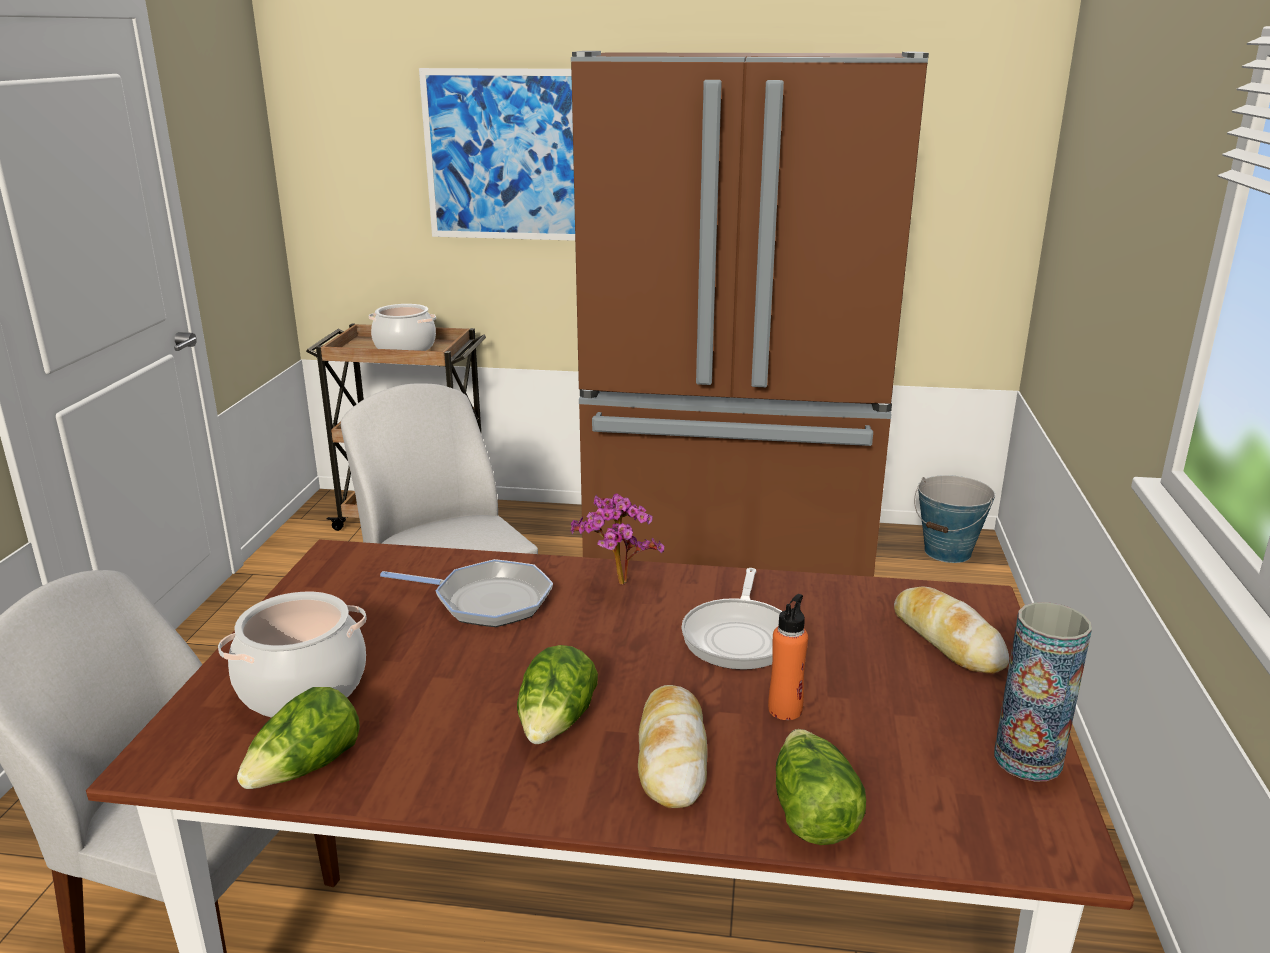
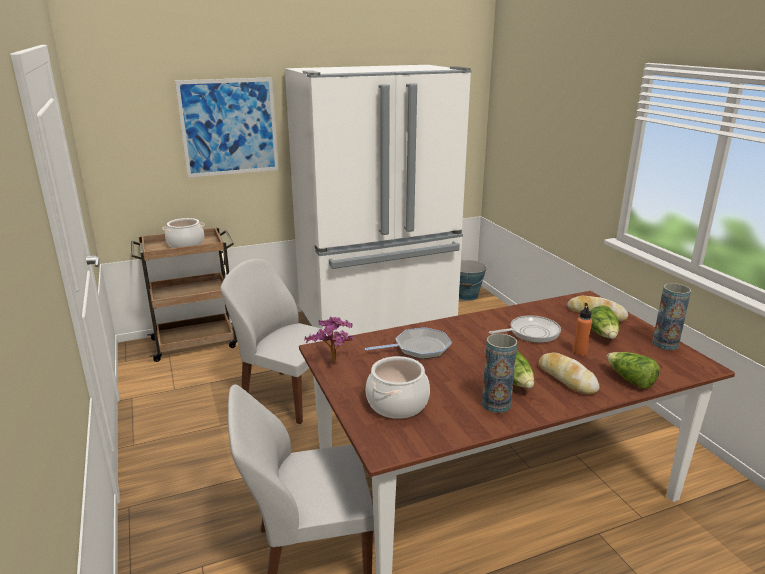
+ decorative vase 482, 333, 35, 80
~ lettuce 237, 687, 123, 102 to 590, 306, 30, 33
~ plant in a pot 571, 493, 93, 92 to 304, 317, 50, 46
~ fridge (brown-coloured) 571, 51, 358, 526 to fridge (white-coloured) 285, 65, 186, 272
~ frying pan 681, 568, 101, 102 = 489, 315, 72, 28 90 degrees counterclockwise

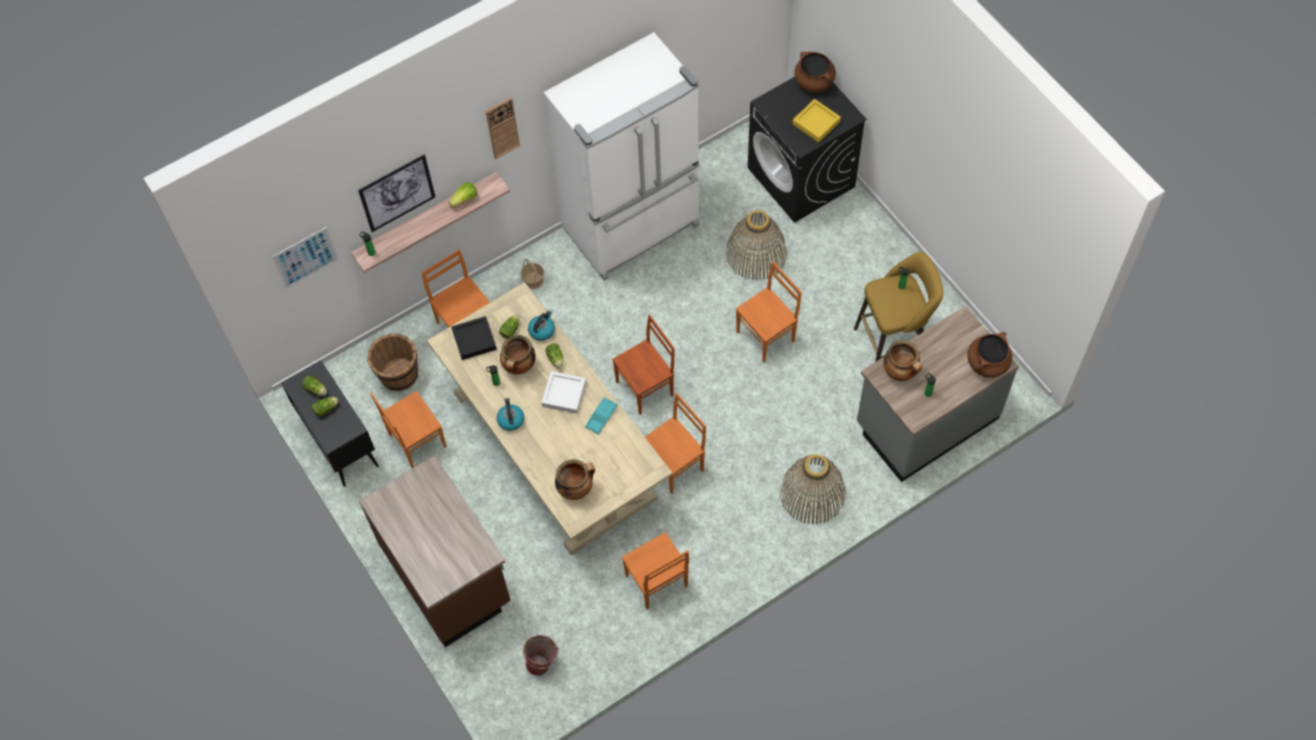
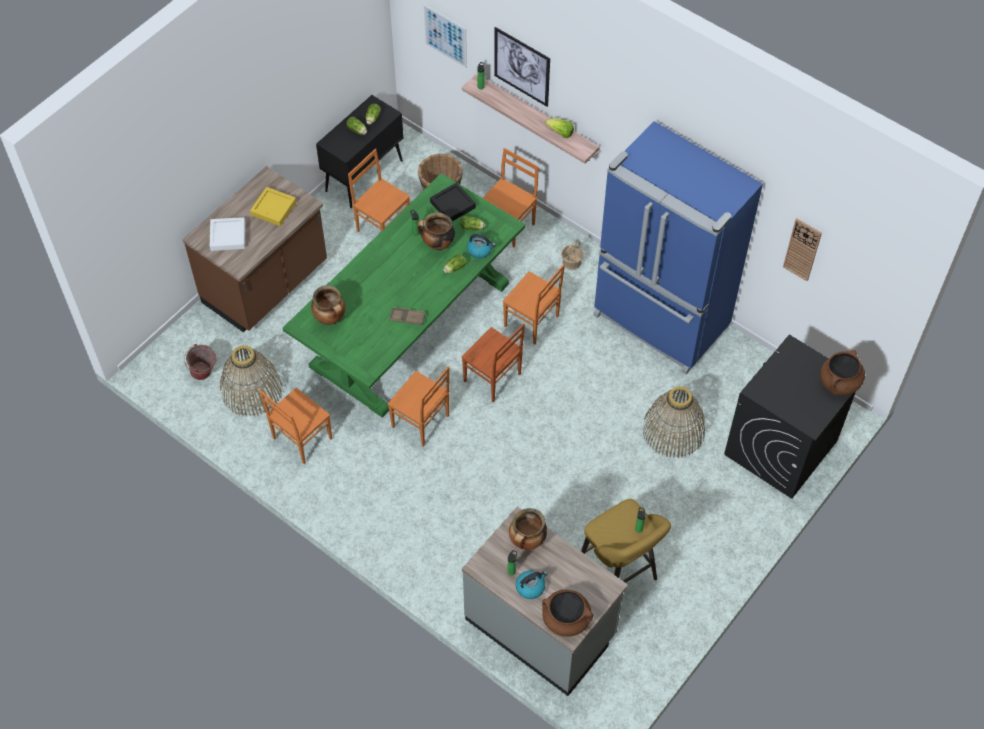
~ clock on the wall 486, 97, 34, 62 to 783, 219, 39, 62
~ water kettle 497, 398, 27, 33 to 516, 570, 32, 29
~ serving tray (white-coloured) 541, 371, 45, 43 to 210, 217, 36, 34
~ chair (orange-coloured) 736, 261, 66, 101 to 503, 264, 62, 81
~ storage basket 780, 454, 66, 71 to 220, 345, 63, 72
~ serving tray (yellow-coloured) 792, 99, 49, 44 to 250, 187, 46, 39
~ dining table (beige) 427, 282, 245, 274 to dining table (greenish) 283, 173, 242, 245
~ fridge (white-coloured) 544, 32, 155, 249 to fridge (blue-coloured) 593, 121, 170, 253
~ serving tray (blue-green) 585, 397, 32, 38 to serving tray (brown-coloured) 389, 307, 37, 18

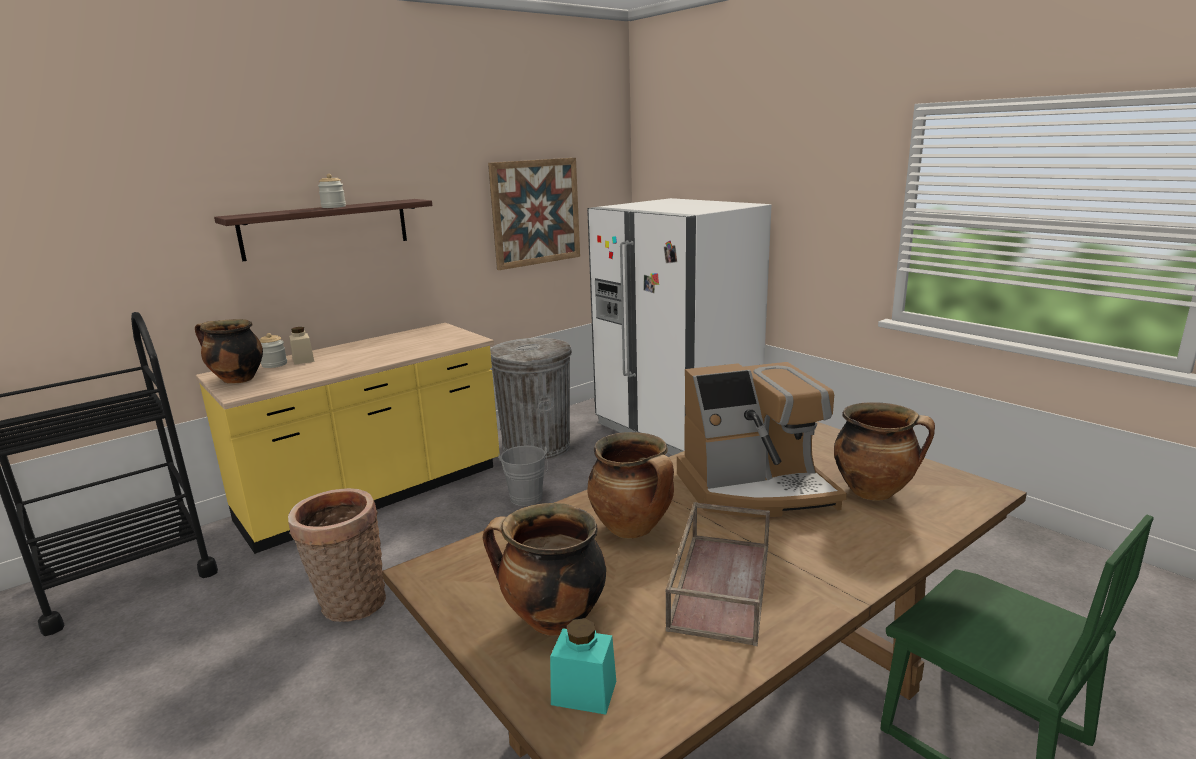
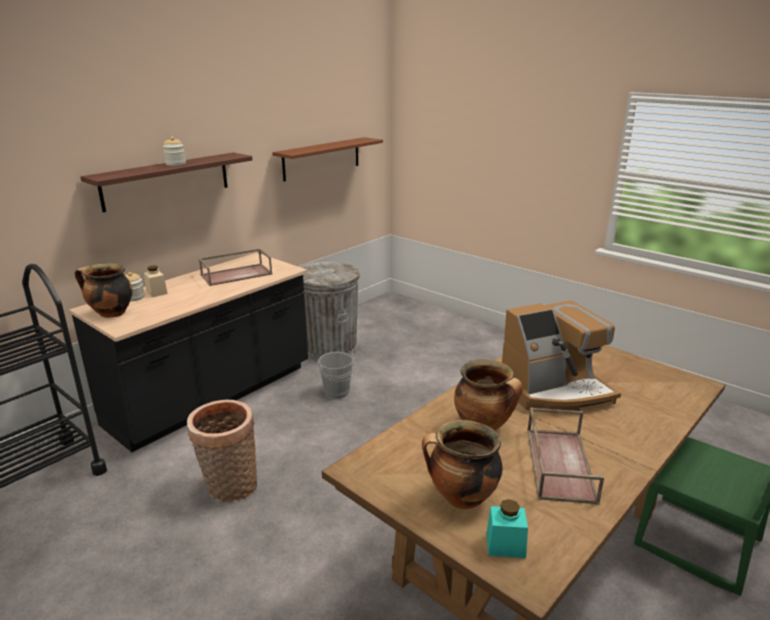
- fridge (white-coloured) 587, 198, 184, 257
- cooking pot 834, 402, 101, 99
+ serving tray (brown-coloured) 199, 249, 73, 37
~ wall art 488, 158, 92, 112 to shelf (brown-coloured) 272, 137, 111, 44
~ kitchen counter (yellow-coloured) 196, 323, 304, 231 to kitchen counter (black-coloured) 69, 253, 239, 199

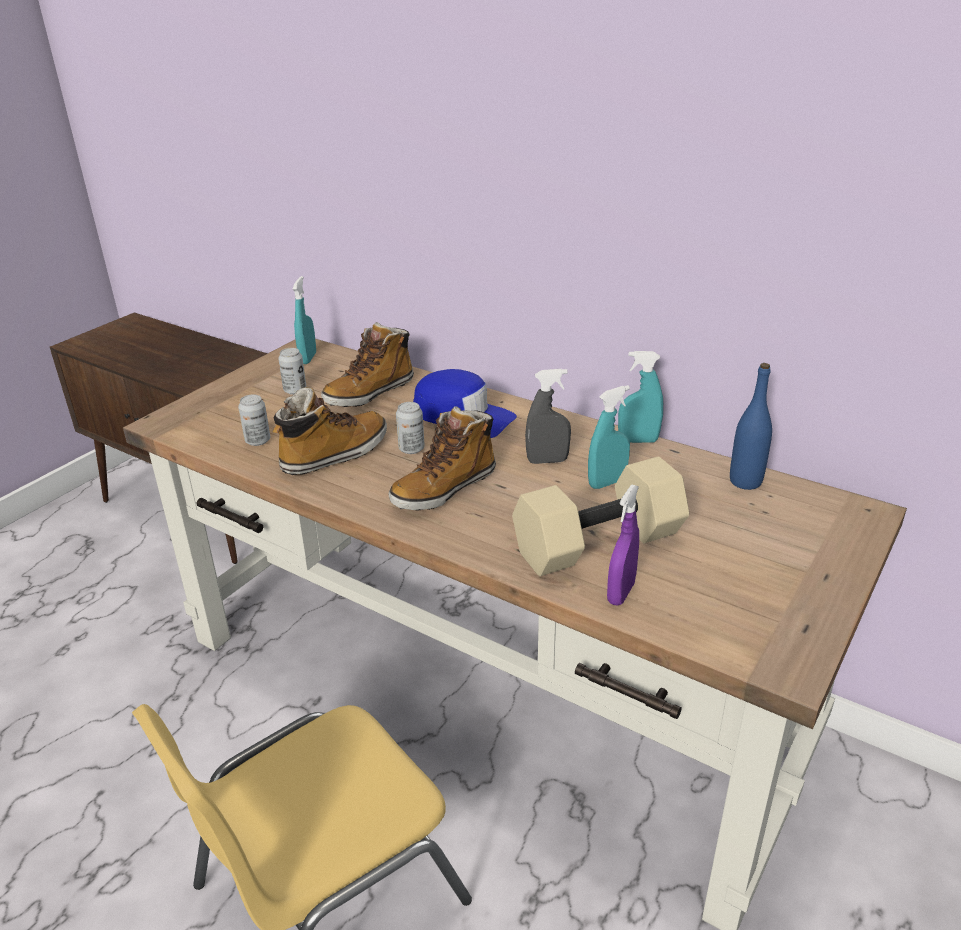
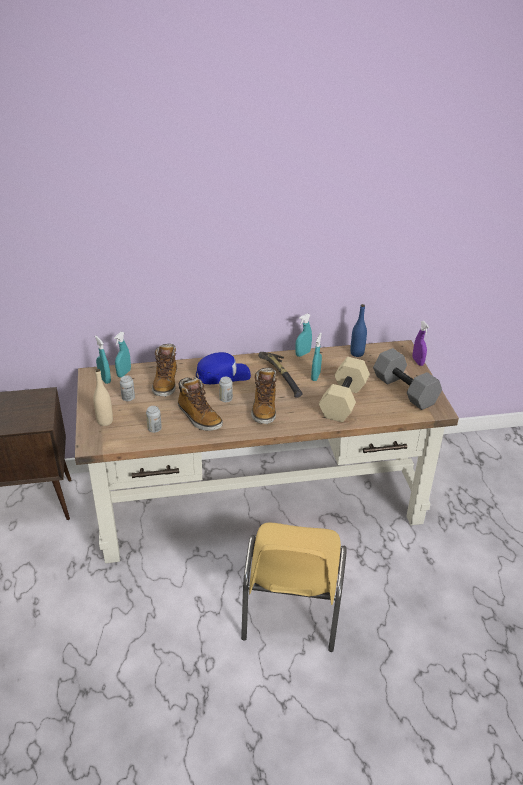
+ drink bottle (beige) 93, 369, 20, 57
+ spray bottle (blue-green) 114, 332, 17, 46
+ free weight (gray) 373, 348, 69, 62
~ spray bottle (purple) 607, 484, 32, 121 to 413, 321, 16, 45
~ spray bottle (gray) 525, 369, 46, 95 to tool hammer 258, 352, 45, 46
~ high-top boot 272, 387, 115, 88 = 178, 377, 45, 54 135 degrees clockwise

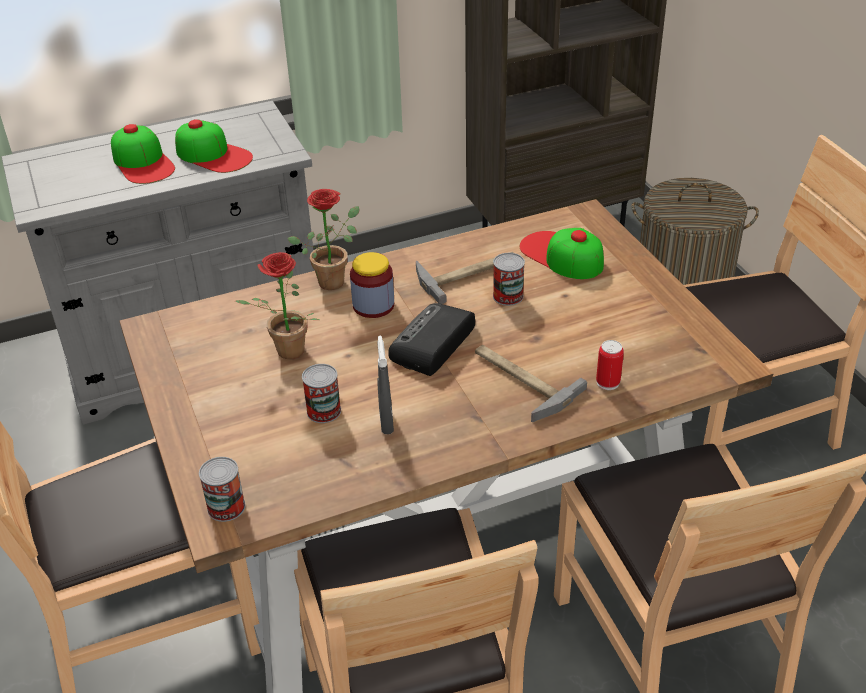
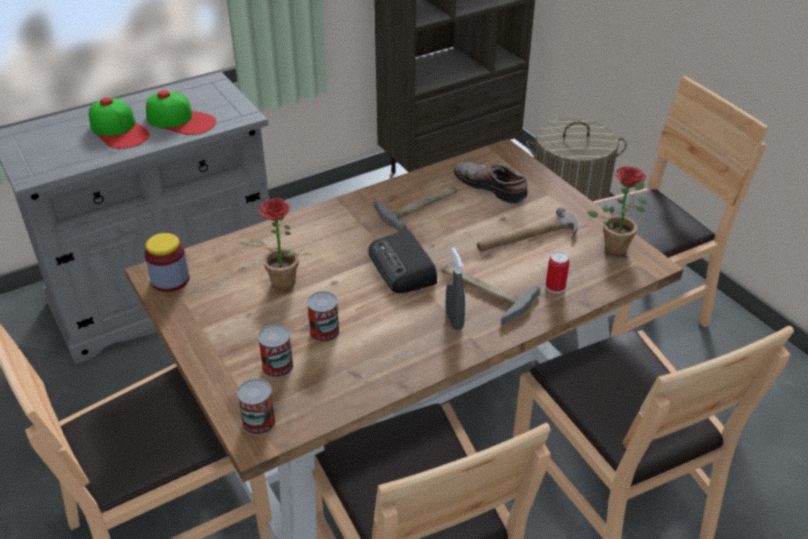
+ tool hammer 477, 207, 101, 44
~ plant in a pot 287, 189, 72, 101 to 587, 166, 60, 90
~ storage jar 350, 252, 44, 66 to 144, 233, 45, 59
~ spray bottle (gray) 377, 336, 17, 98 to 445, 248, 20, 82
~ sealed can 493, 253, 32, 53 to 258, 325, 36, 53
~ peaked cap 520, 228, 84, 51 to low shoe 454, 162, 74, 42
~ radio 388, 303, 87, 73 = 368, 230, 69, 63 45 degrees counterclockwise

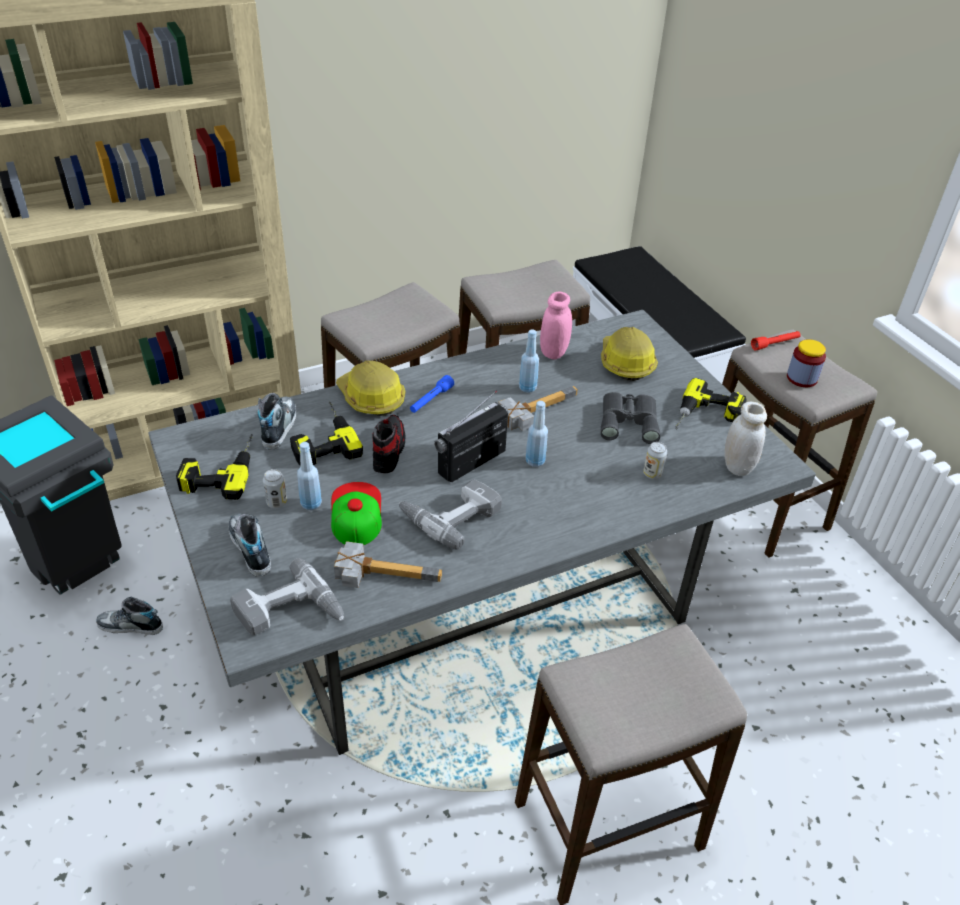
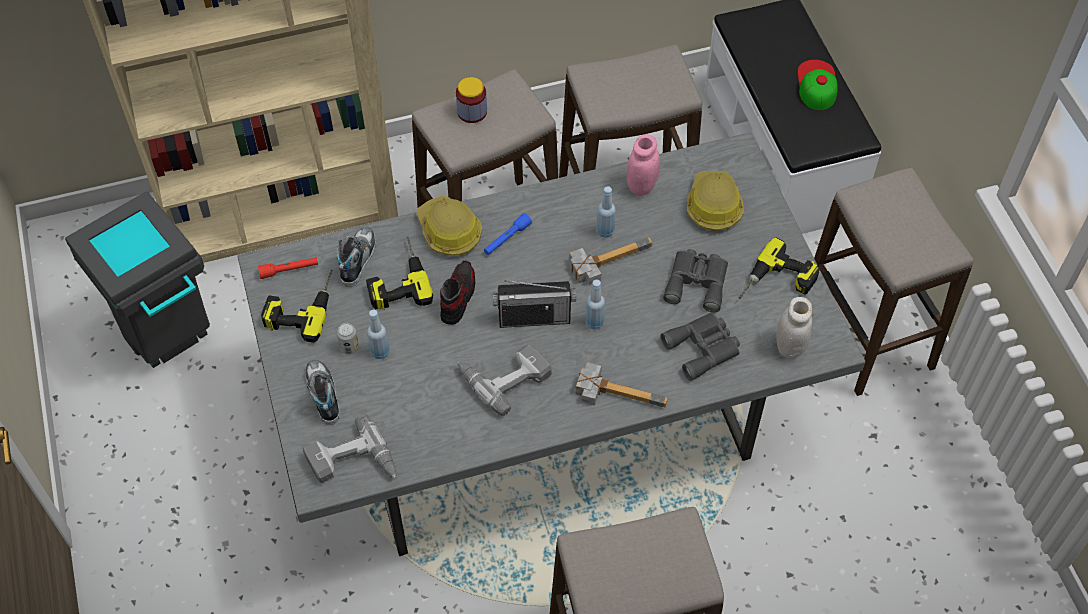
- low shoe 96, 597, 67, 38
~ peaked cap 331, 482, 51, 63 to 798, 60, 40, 50
~ tool hammer 334, 541, 108, 47 to 576, 362, 92, 45
~ flashlight (red-coloured) 751, 331, 50, 20 to 258, 257, 60, 22
~ storage jar 787, 339, 39, 48 to 456, 77, 31, 46
~ sealed can 643, 442, 25, 37 to field glasses (gray) 661, 313, 79, 68
~ radio 434, 391, 75, 91 = 493, 280, 83, 48 150 degrees counterclockwise

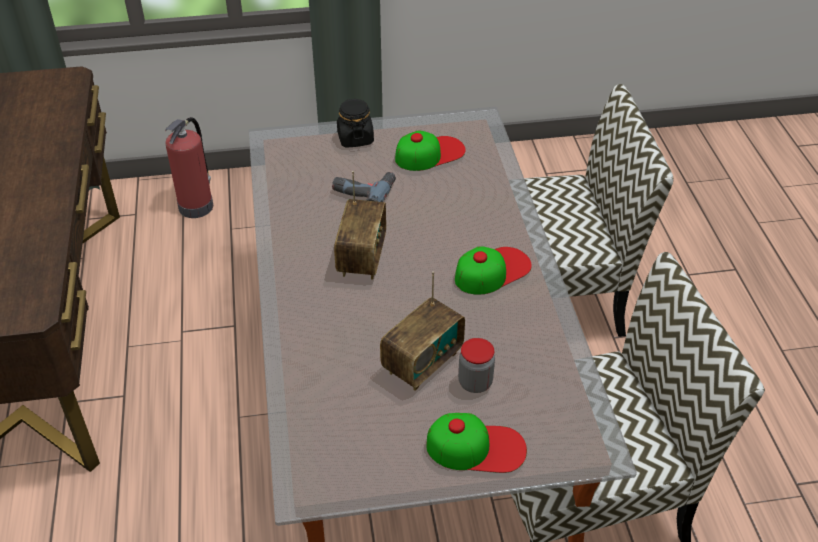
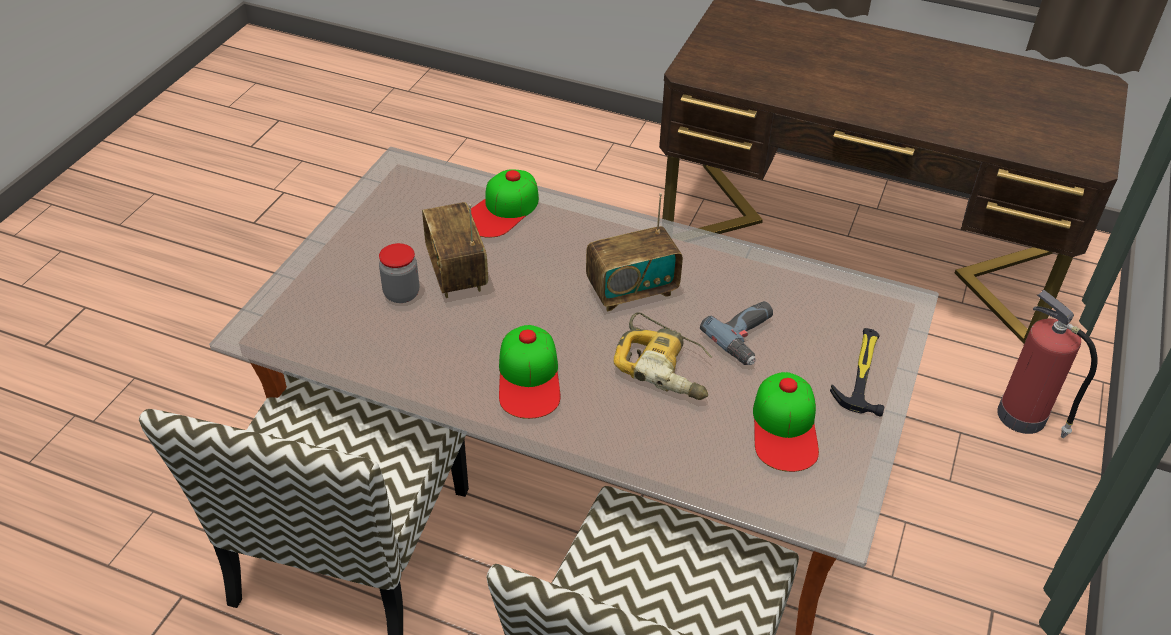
+ electric drill 614, 312, 98, 88
~ peaked cap 426, 413, 101, 60 to 471, 169, 68, 69
~ storage jar (black-coloured) 337, 98, 37, 50 to tool hammer 830, 328, 54, 88
~ radio 334, 171, 52, 109 = 586, 193, 97, 119 60 degrees counterclockwise

